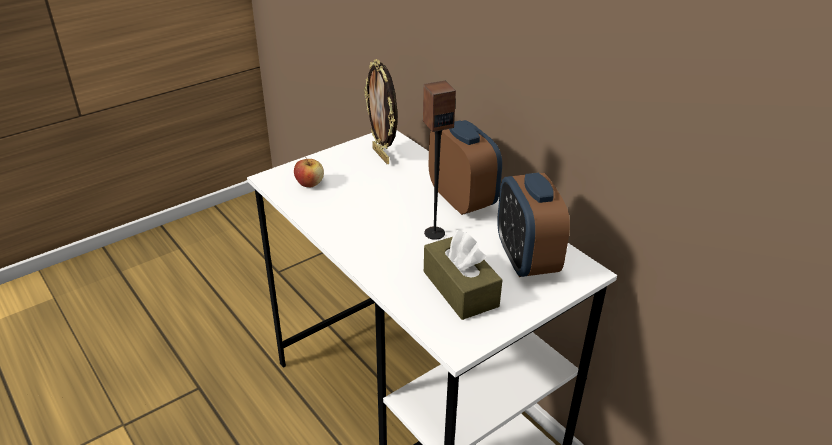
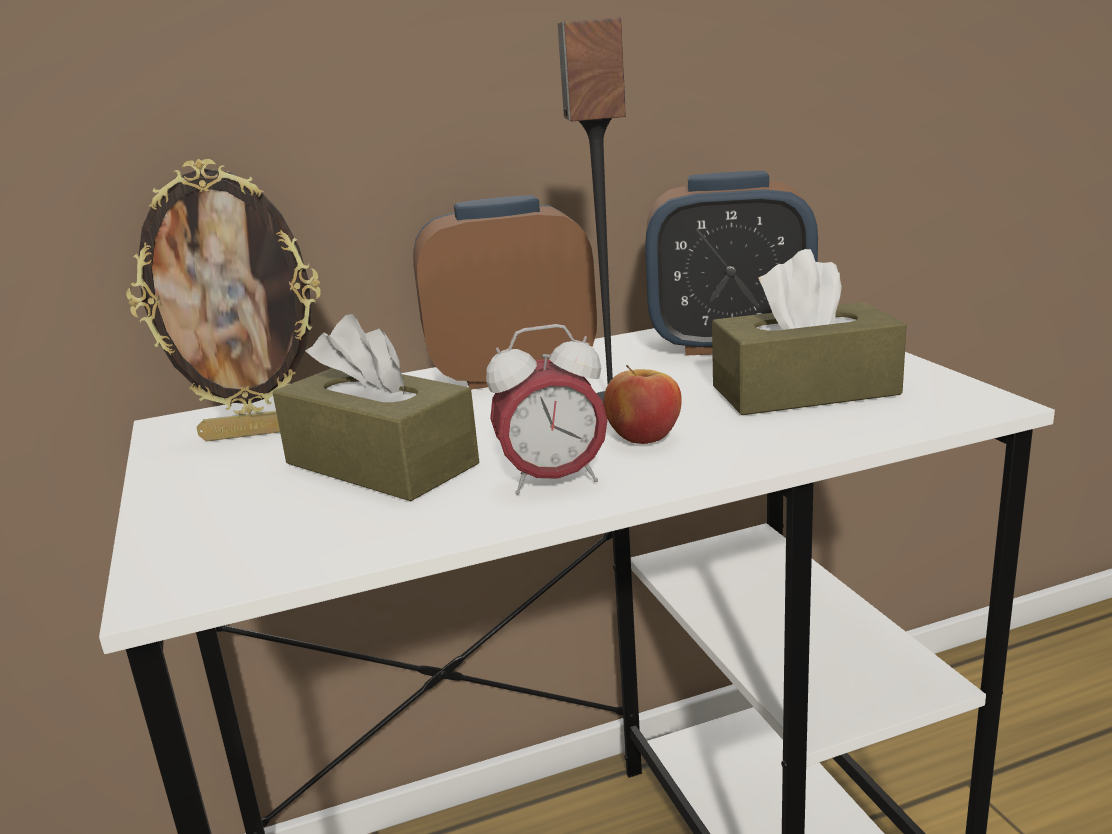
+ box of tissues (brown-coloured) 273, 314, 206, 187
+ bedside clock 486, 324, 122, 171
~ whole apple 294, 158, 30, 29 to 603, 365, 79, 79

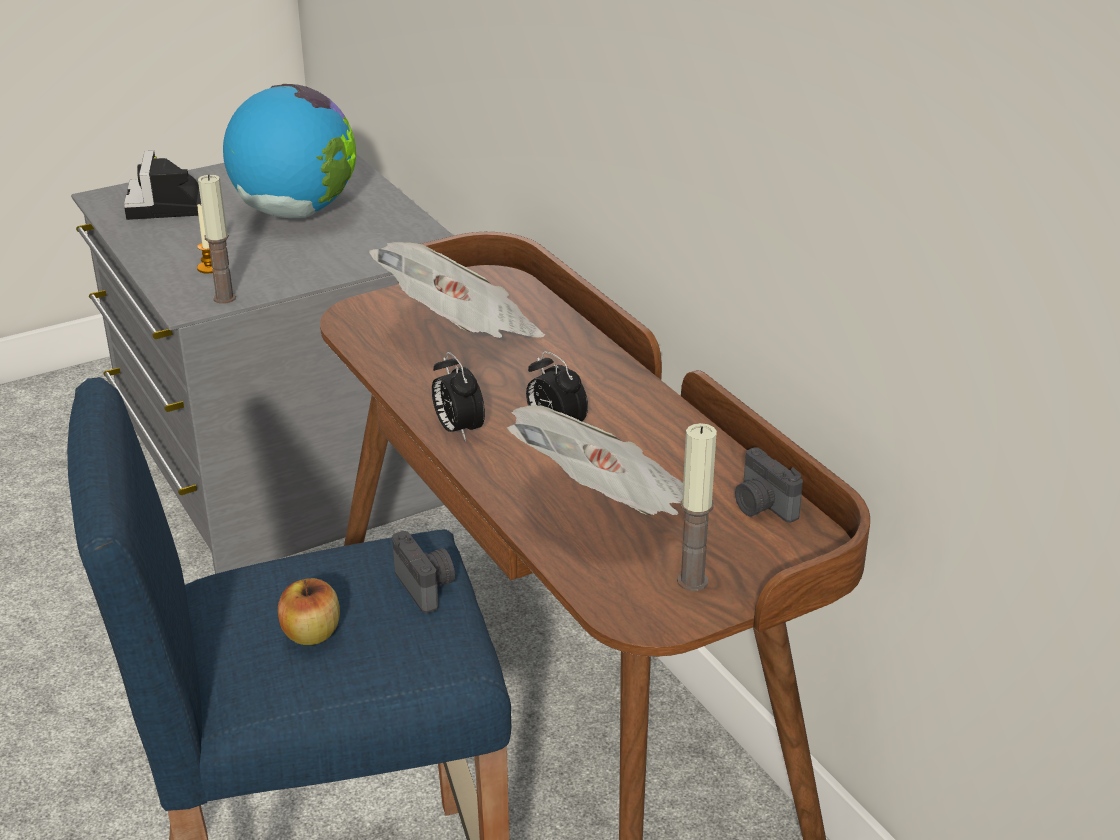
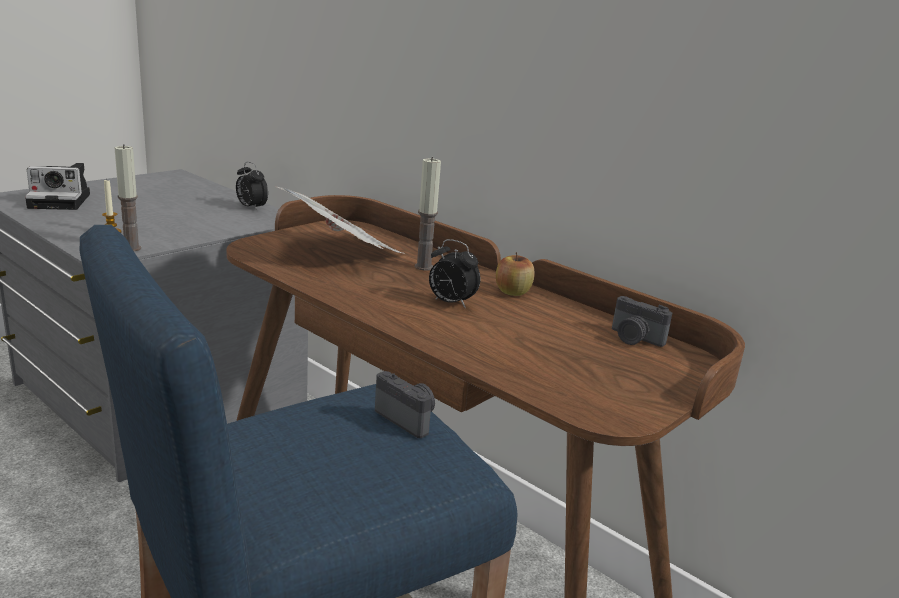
- desk globe 223, 84, 133, 134
- newspaper 507, 405, 176, 111
~ whole apple 278, 578, 62, 67 to 496, 252, 39, 44
~ bedside clock 432, 352, 53, 89 to 236, 162, 32, 48
~ wax light 677, 423, 40, 168 to 415, 157, 26, 113
~ photo camera 124, 151, 77, 69 = 25, 163, 65, 47 75 degrees counterclockwise

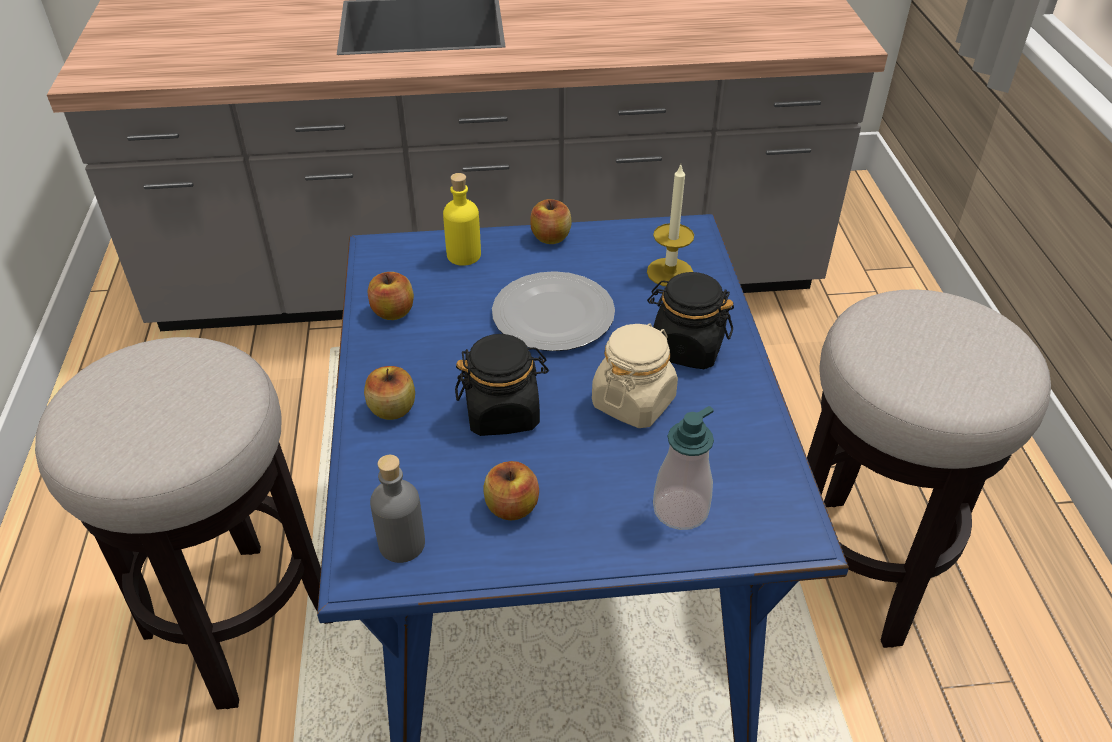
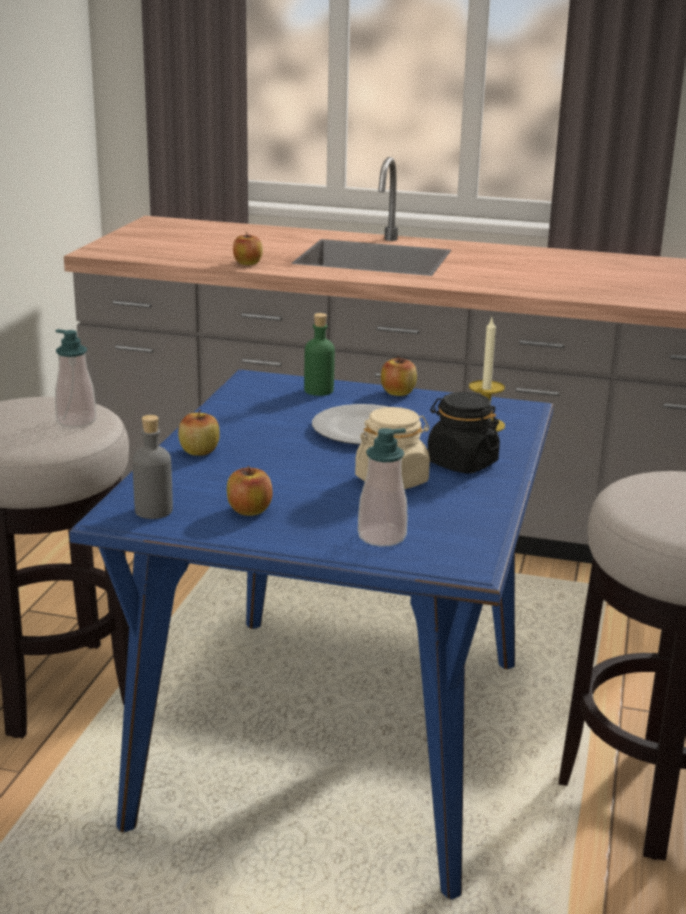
- storage jar (black-coloured) 455, 334, 94, 102
+ soap bottle 55, 329, 41, 98
~ whole apple 368, 272, 46, 48 to 233, 232, 30, 33
~ drink bottle (yellow-coloured) 443, 173, 38, 93 to drink bottle (greenish) 304, 313, 31, 83

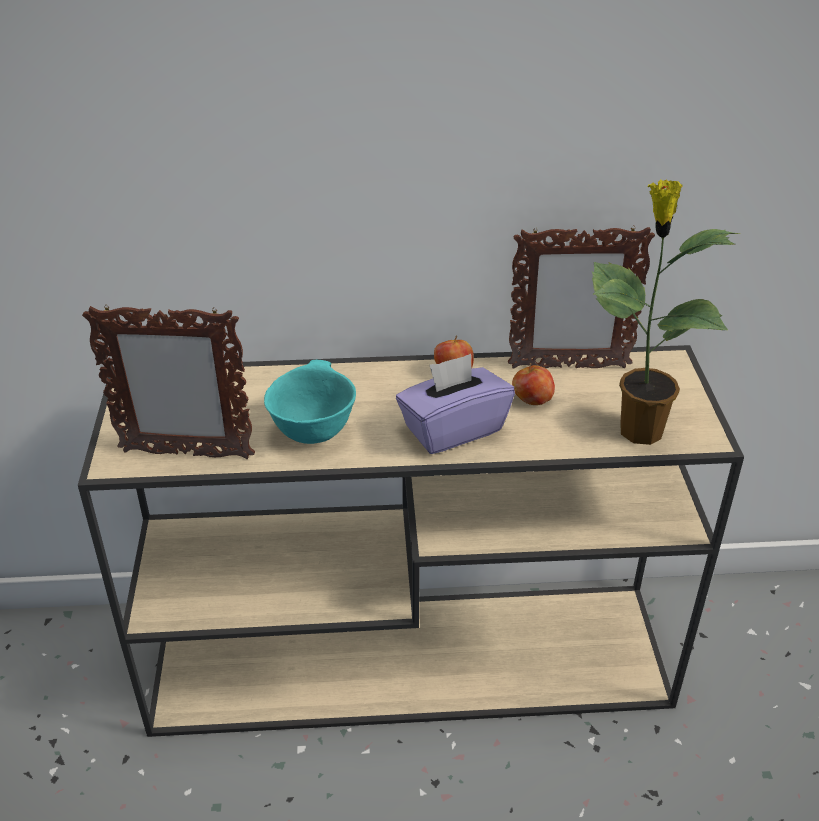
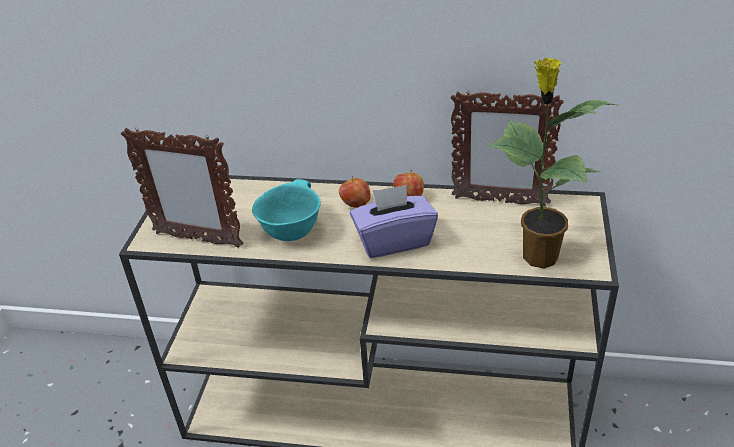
~ whole apple 512, 363, 43, 42 to 339, 176, 32, 32

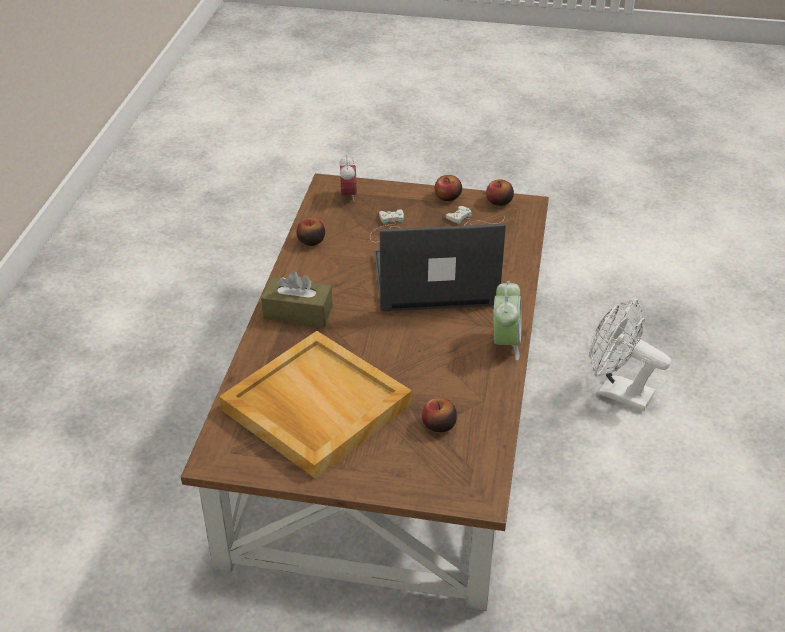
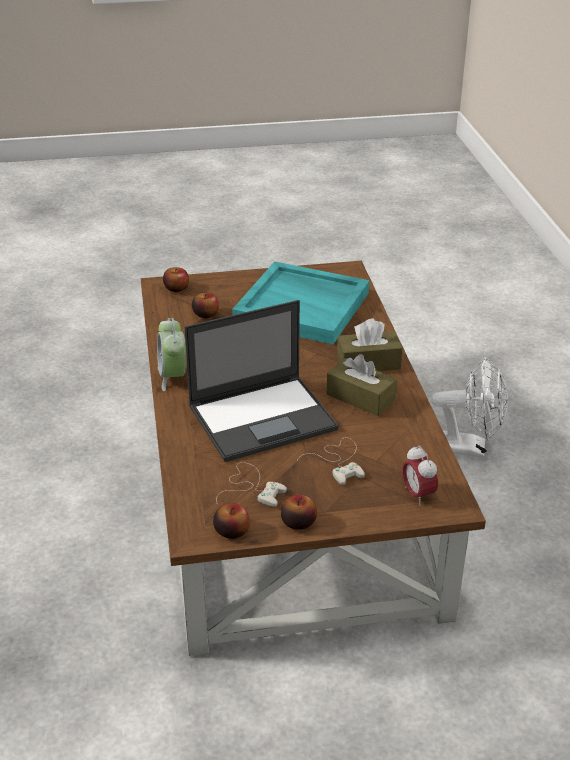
+ box of tissues (brown-coloured) 327, 354, 70, 62
~ whole apple 296, 218, 29, 28 to 163, 267, 26, 25
~ fan (white-coloured) 589, 298, 82, 113 to 431, 357, 77, 101
~ serving tray (beige) 219, 331, 193, 148 to serving tray (blue-green) 232, 261, 138, 83

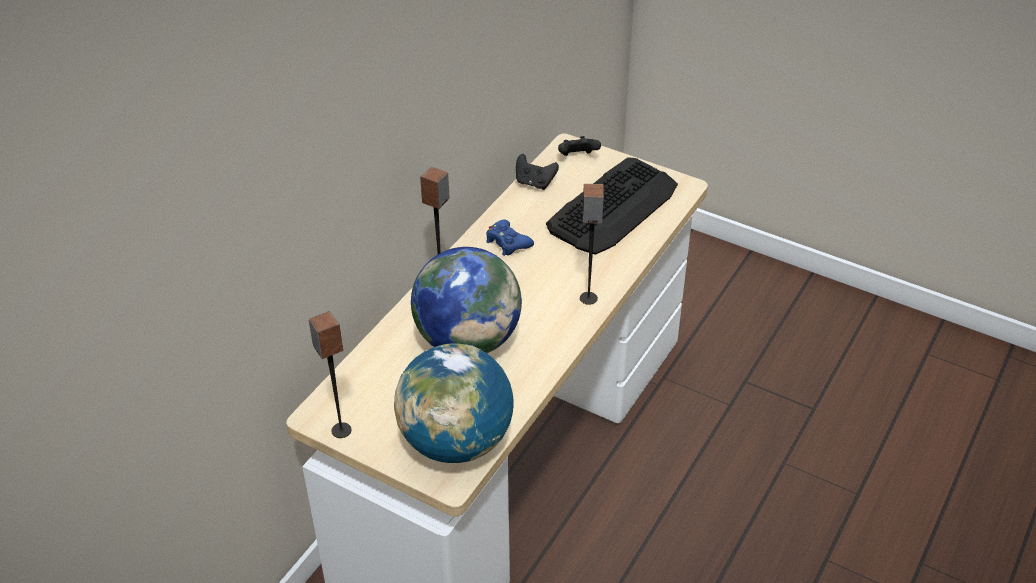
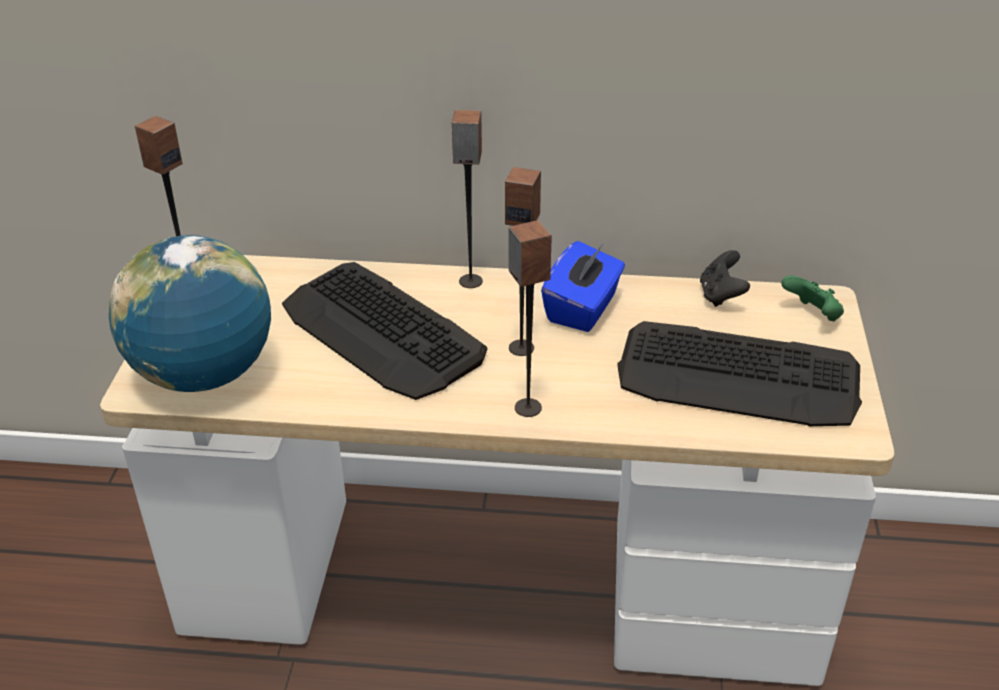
+ loudspeaker 505, 167, 36, 189
~ desk globe 411, 247, 111, 106 to PC keyboard 282, 262, 205, 138
~ gamepad (blue-coloured) 486, 219, 48, 37 to box of tissues (blue-coloured) 541, 241, 84, 91
~ gamepad (black-coloured) 558, 136, 43, 20 to gamepad (greenish) 781, 276, 63, 46

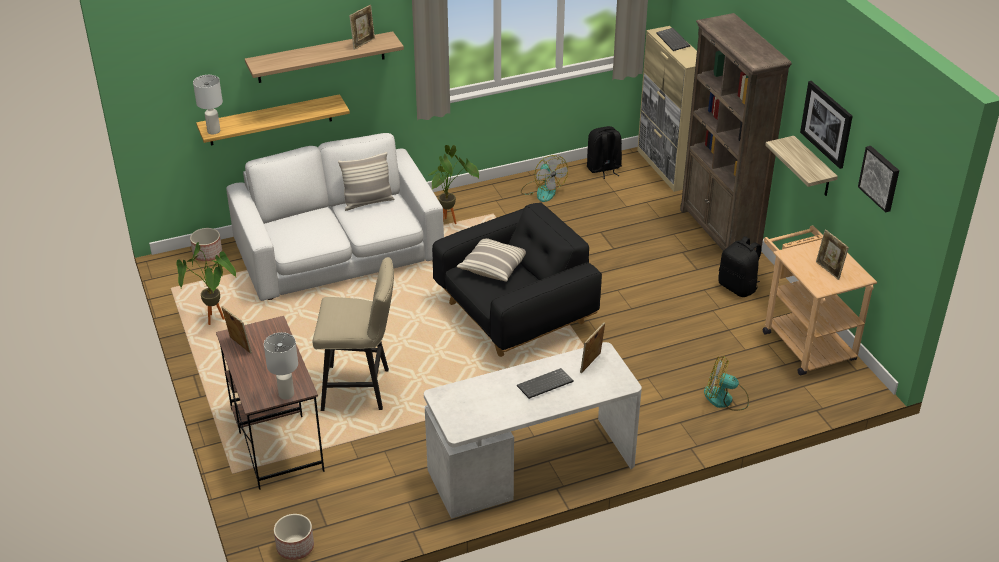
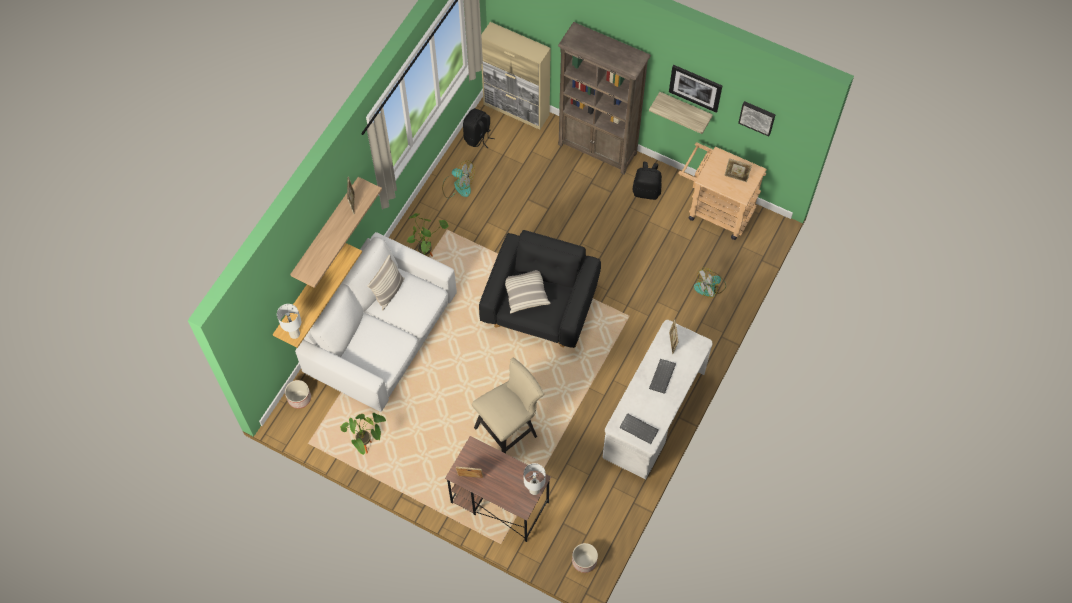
~ PC keyboard 656, 28, 34, 23 to 619, 413, 40, 31

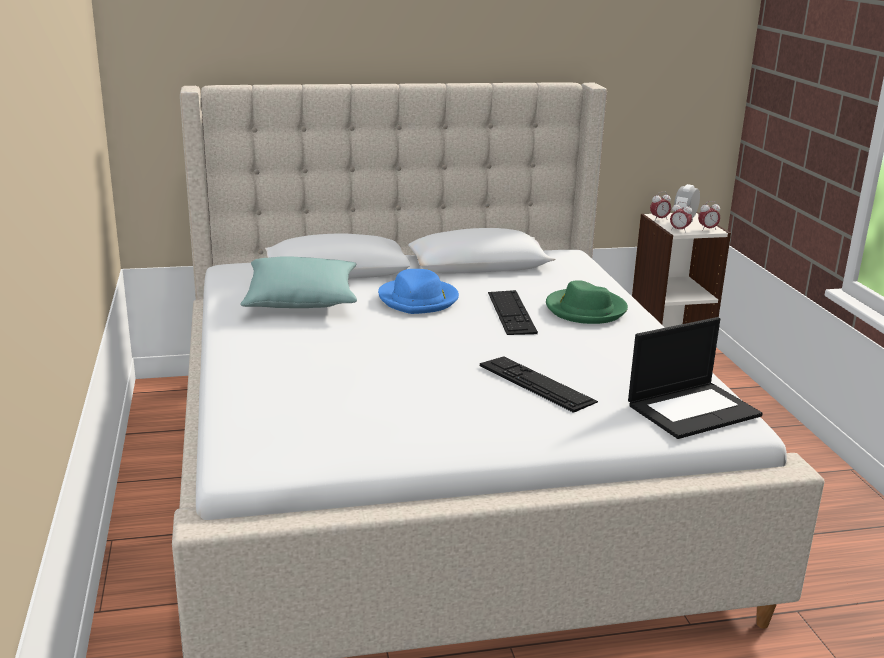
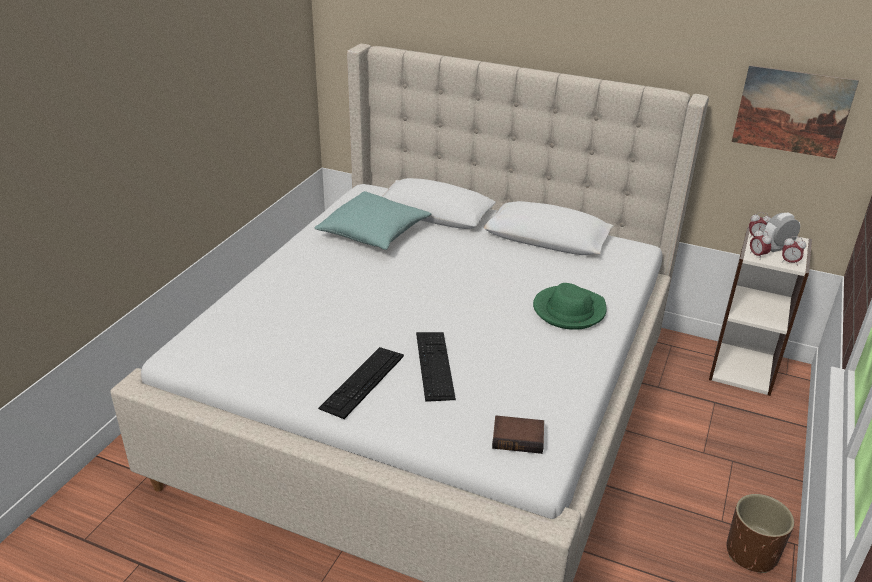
- clothing hat (blue-coloured) 378, 269, 81, 45
+ plant pot (brown-coloured) 727, 494, 67, 79
+ wall art 732, 65, 127, 94
~ PC keyboard 488, 290, 50, 45 to 318, 347, 86, 72
~ notebook computer 628, 317, 135, 122 to bound book 492, 415, 52, 39

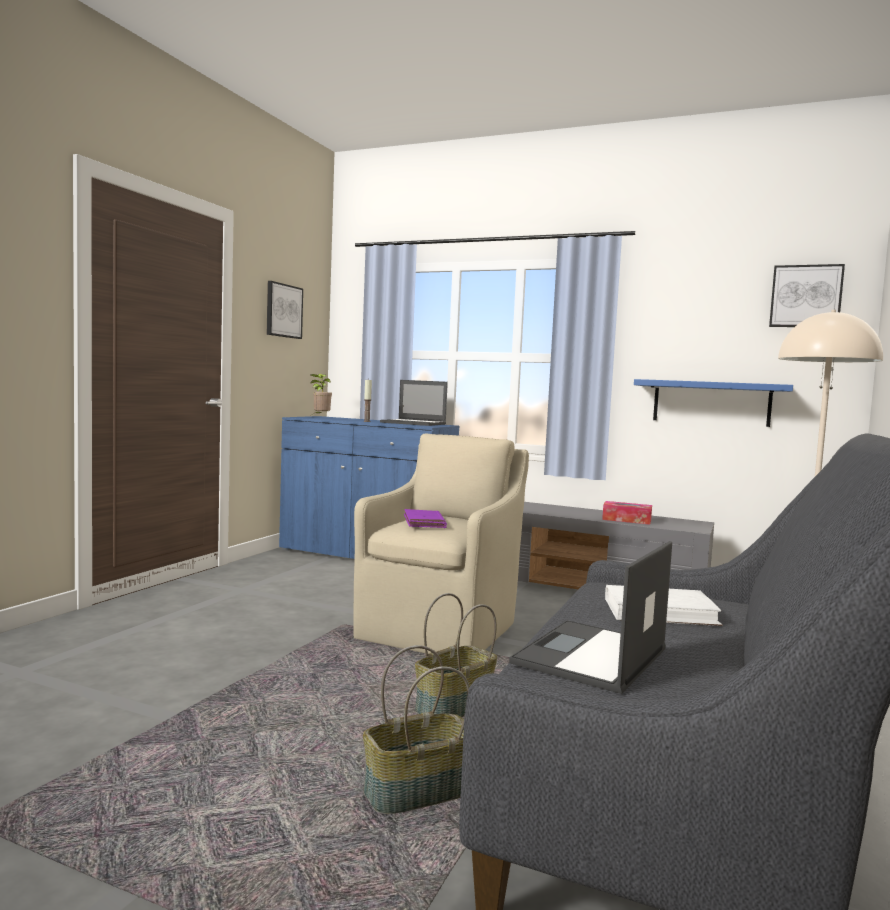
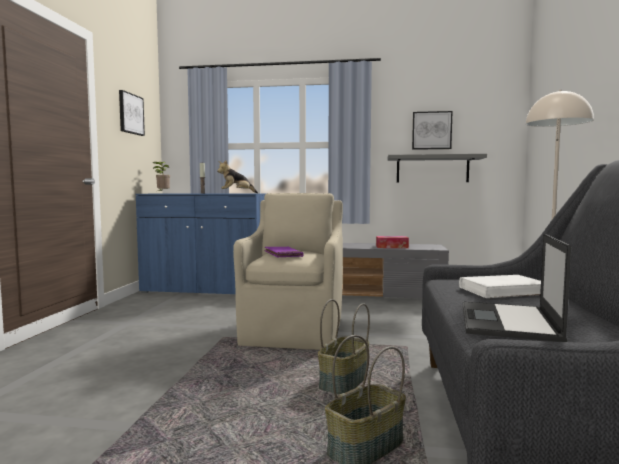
~ wall art 769, 264, 76, 63 to 412, 111, 40, 39
~ notebook computer 380, 380, 68, 46 to soft toy 217, 160, 41, 33
~ shelf (blue-coloured) 634, 379, 159, 48 to shelf (gray) 387, 154, 100, 29

